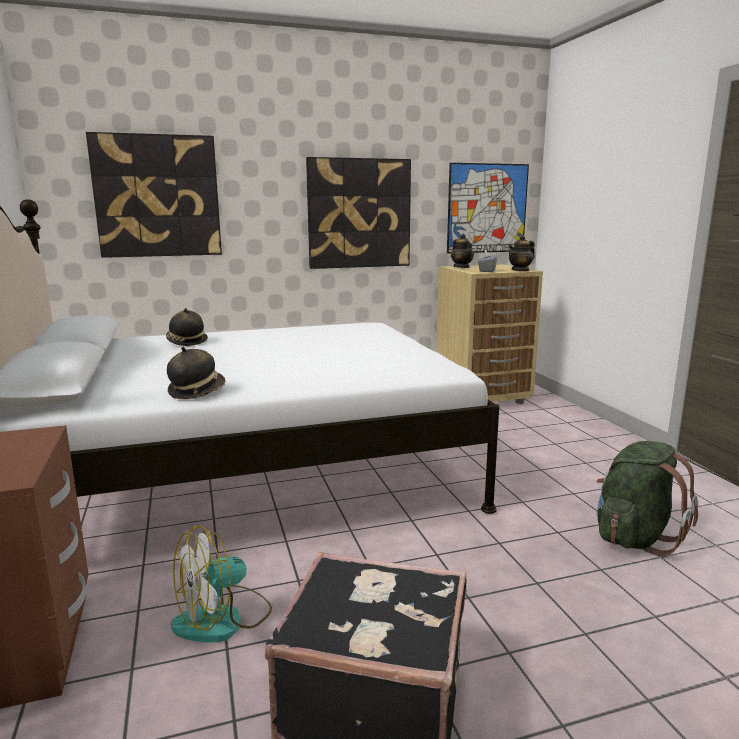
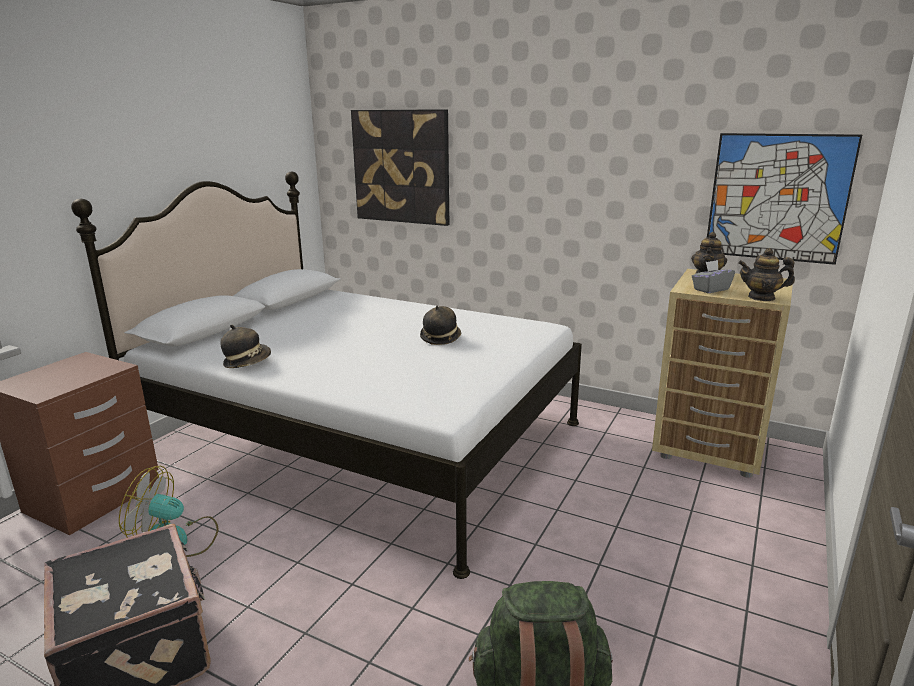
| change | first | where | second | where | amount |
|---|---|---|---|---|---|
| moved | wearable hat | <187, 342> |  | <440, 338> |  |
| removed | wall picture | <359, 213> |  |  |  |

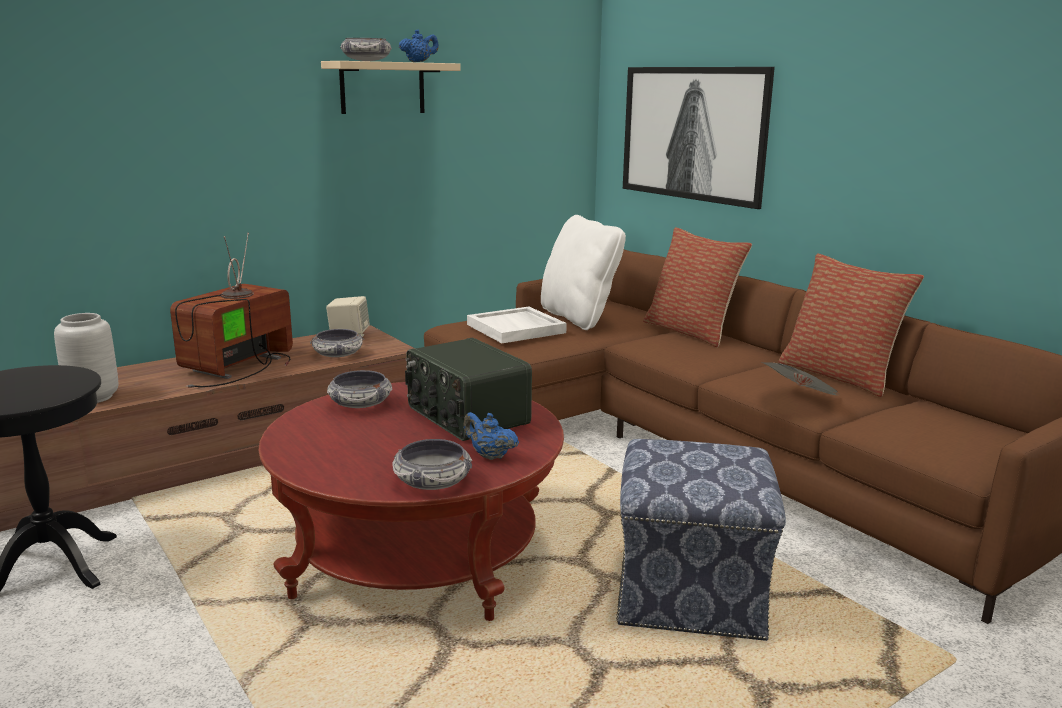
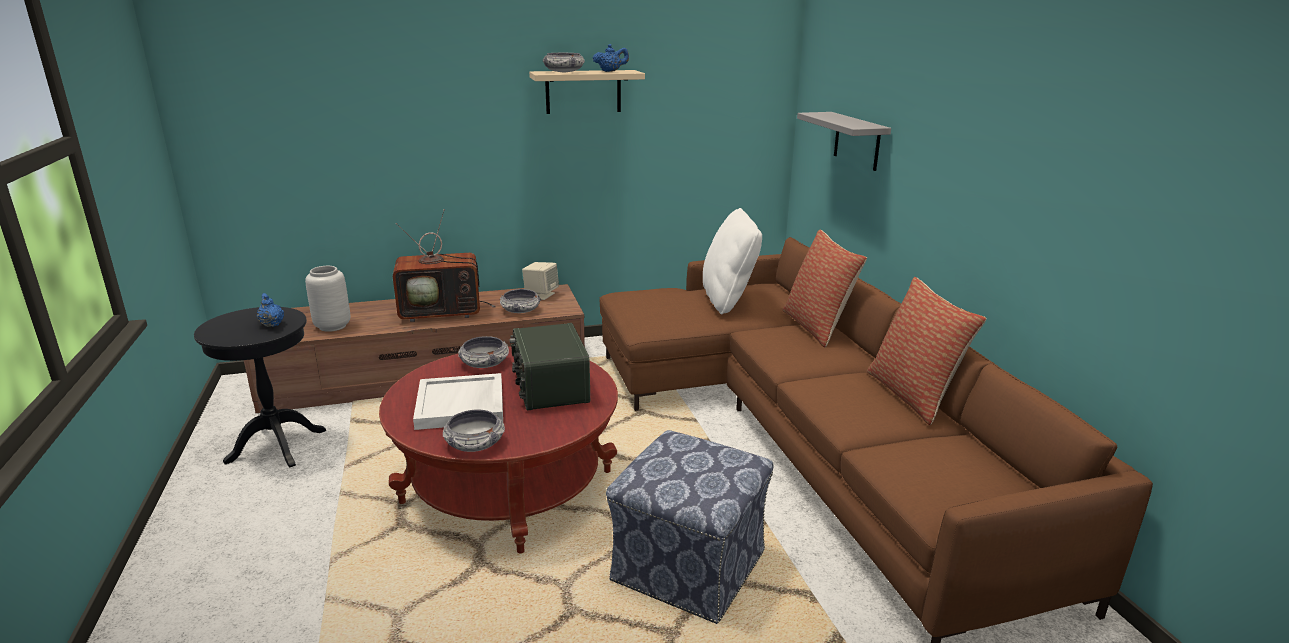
| change | first | where | second | where | amount |
|---|---|---|---|---|---|
| moved | blue-coloured pot for tea | <489, 456> |  | <272, 324> |  |
| turned | TV | <238, 366> |  | <443, 312> | 150 degrees counterclockwise |
| moved | whitish carrying tray | <517, 329> |  | <461, 405> |  |
| replaced | wall picture | <694, 133> | grey shelf | <857, 141> |  |
| removed | daily paper | <801, 400> |  |  |  |

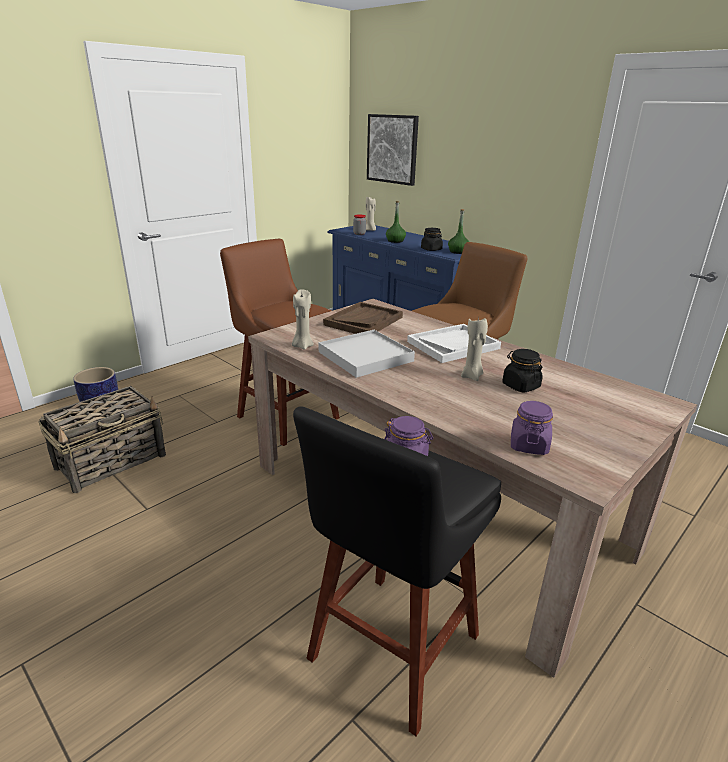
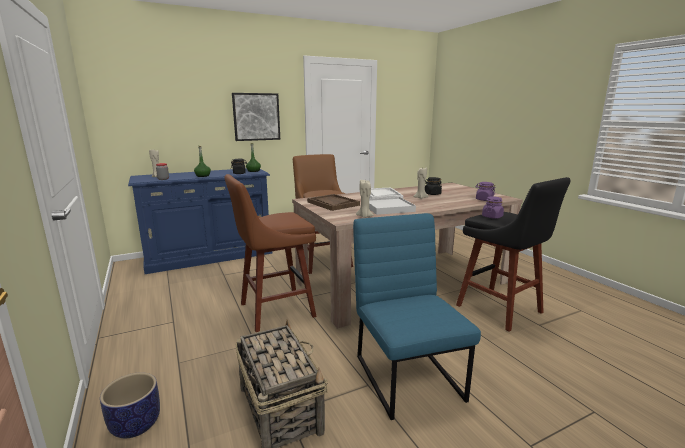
| change | first | where | second | where | amount |
|---|---|---|---|---|---|
| moved | wall picture | <392, 149> |  | <256, 117> |  |
| added |  |  | blue-coloured chair | <407, 374> |  |

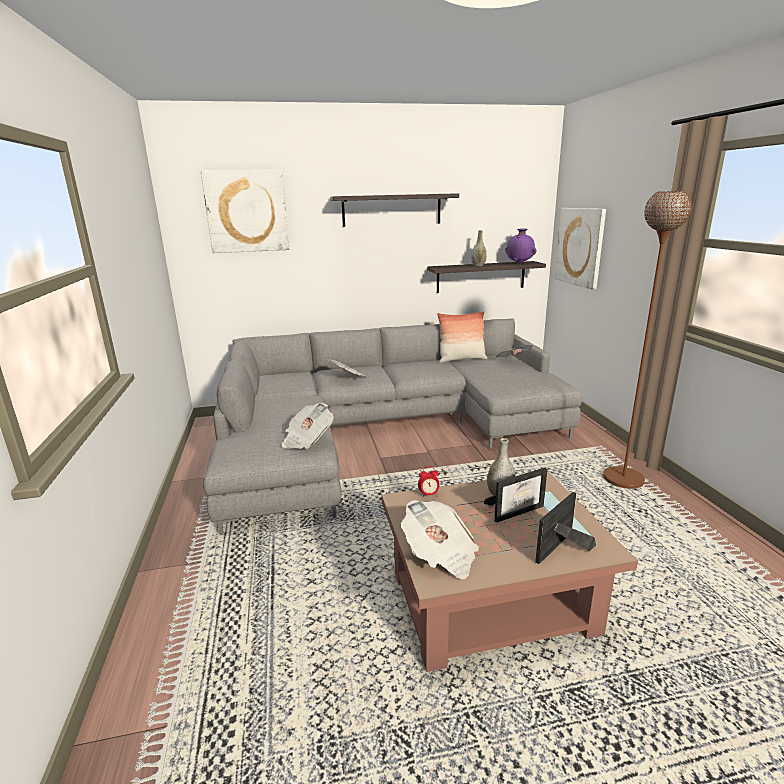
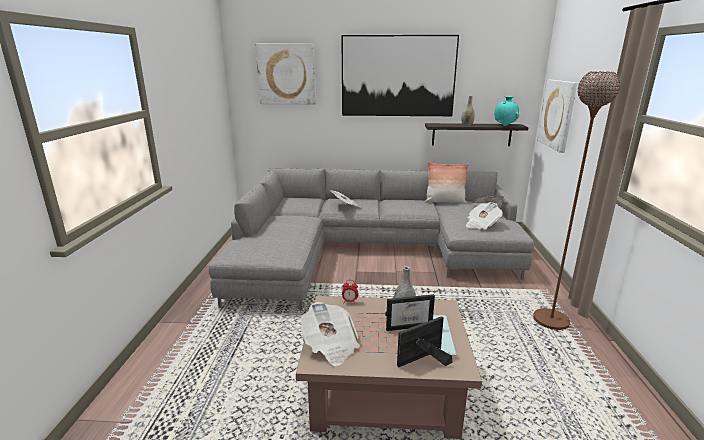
| change | first | where | second | where | amount |
|---|---|---|---|---|---|
| replaced | shelf | <391, 210> | wall picture | <398, 76> |  |
| moved | daily paper | <307, 439> |  | <481, 225> |  |
| recoloured | purple decorative vase | <519, 263> | blue-green decorative vase | <505, 125> |  |

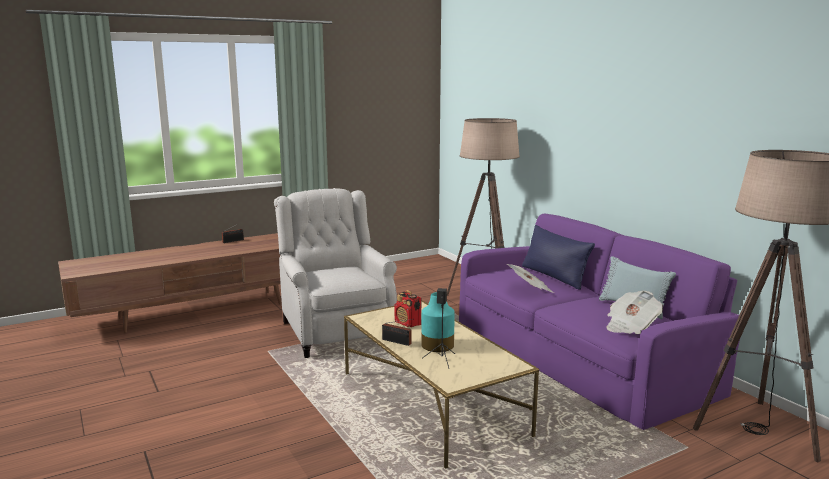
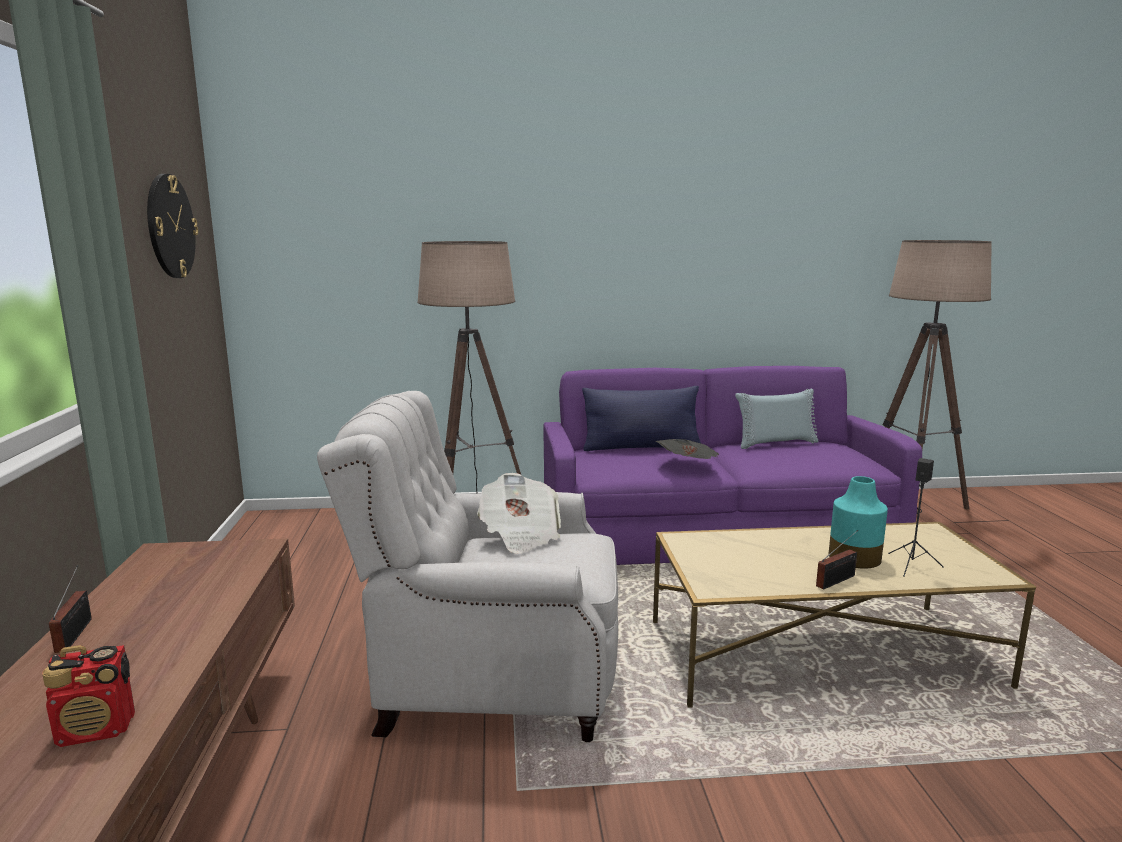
| change | first | where | second | where | amount |
|---|---|---|---|---|---|
| moved | radio set | <408, 323> |  | <97, 730> |  |
| added |  |  | clock on the wall | <170, 226> |  |
| moved | daily paper | <630, 326> |  | <520, 535> |  |

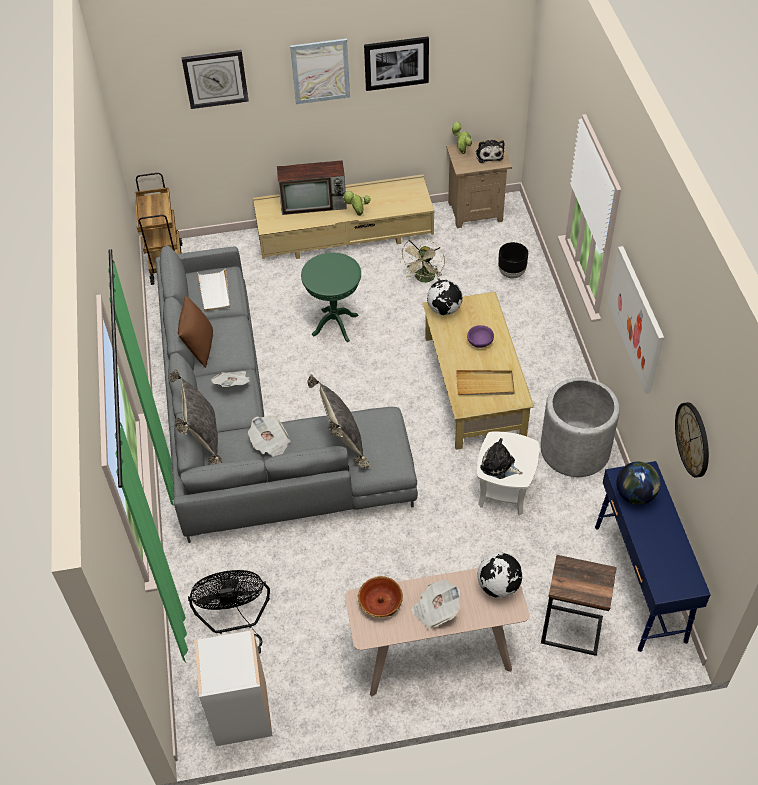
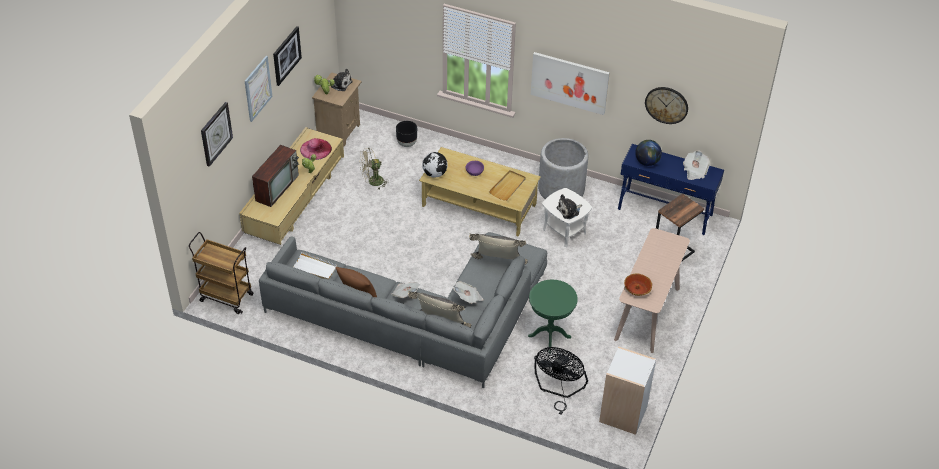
| change | first | where | second | where | amount |
|---|---|---|---|---|---|
| added |  |  | pink-coloured wearable hat | <315, 149> |  |
| turned | beige-coloured fan | <424, 279> |  | <372, 182> | 105 degrees clockwise |
| moved | green-coloured side table | <335, 325> |  | <549, 337> |  |
| turned | black fan | <236, 619> |  | <558, 389> | 90 degrees clockwise |
| moved | daily paper | <435, 610> |  | <694, 171> |  |
| removed | world globe | <498, 586> |  |  |  |

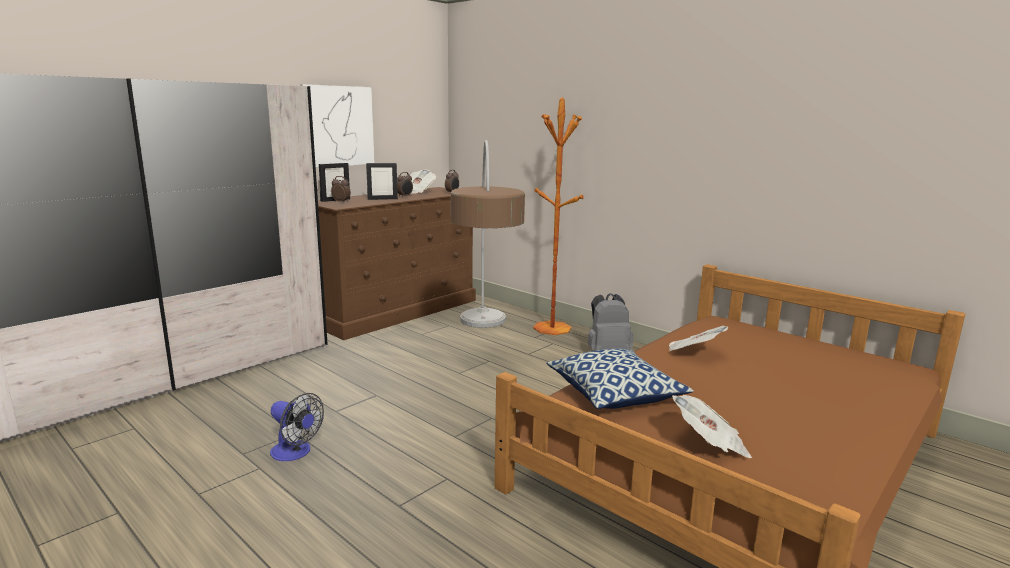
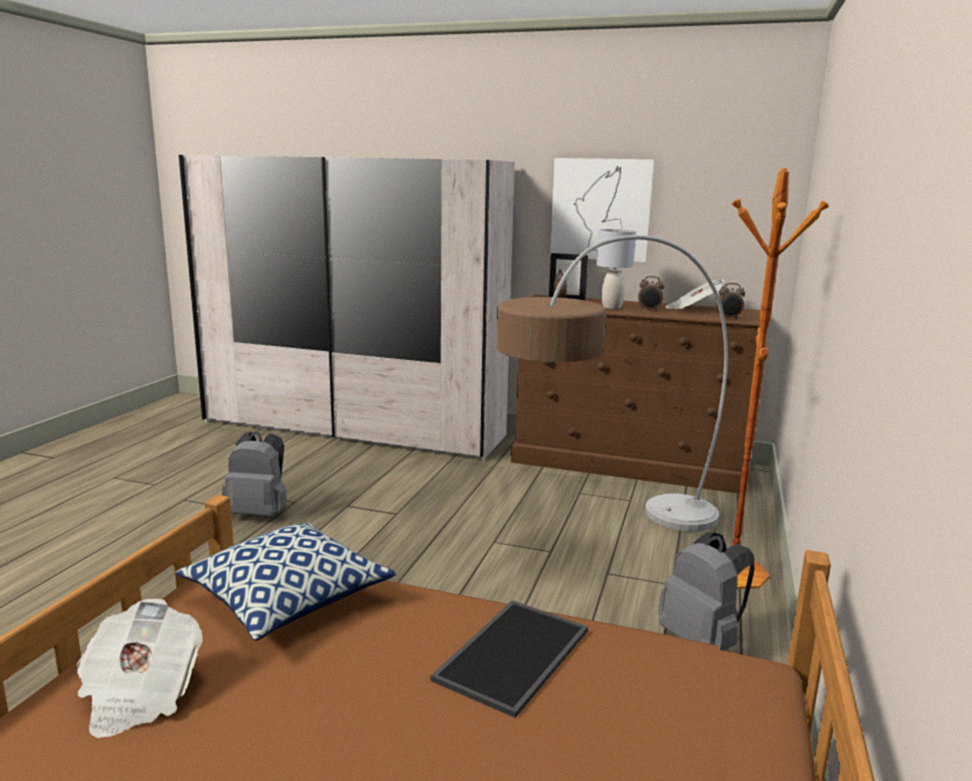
| change | first | where | second | where | amount |
|---|---|---|---|---|---|
| replaced | fan | <295, 453> | grey backpack | <259, 513> |  |
| replaced | daily paper | <693, 352> | carrying tray | <512, 652> |  |
| replaced | standing frame | <382, 199> | grey table lamp | <612, 307> |  |

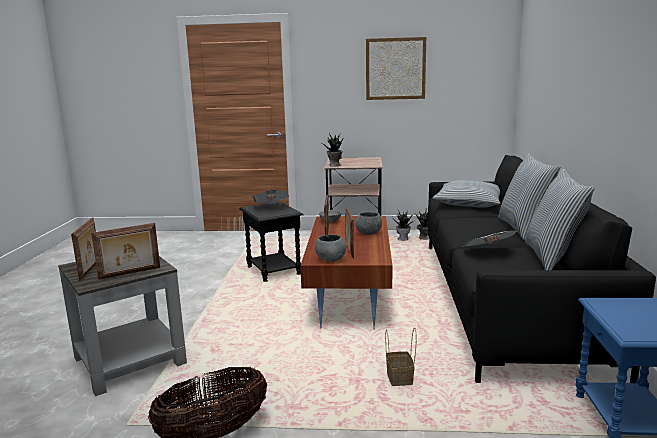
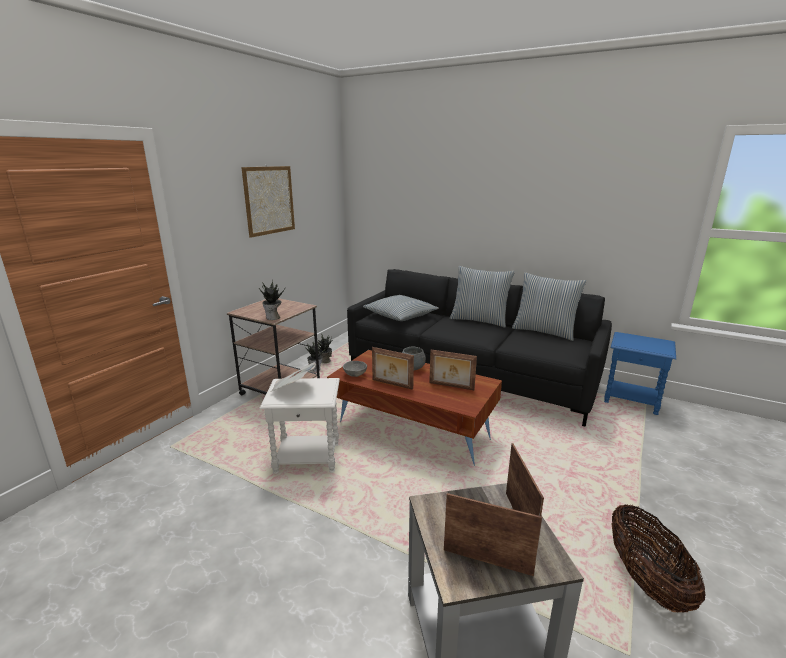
| change | first | where | second | where | amount |
|---|---|---|---|---|---|
| recoloured | black side table | <274, 270> | whitish side table | <307, 457> |  |
| removed | grey serving bowl | <330, 259> |  |  |  |
| removed | household basket | <400, 379> |  |  |  |
| removed | daily paper | <487, 252> |  |  |  |

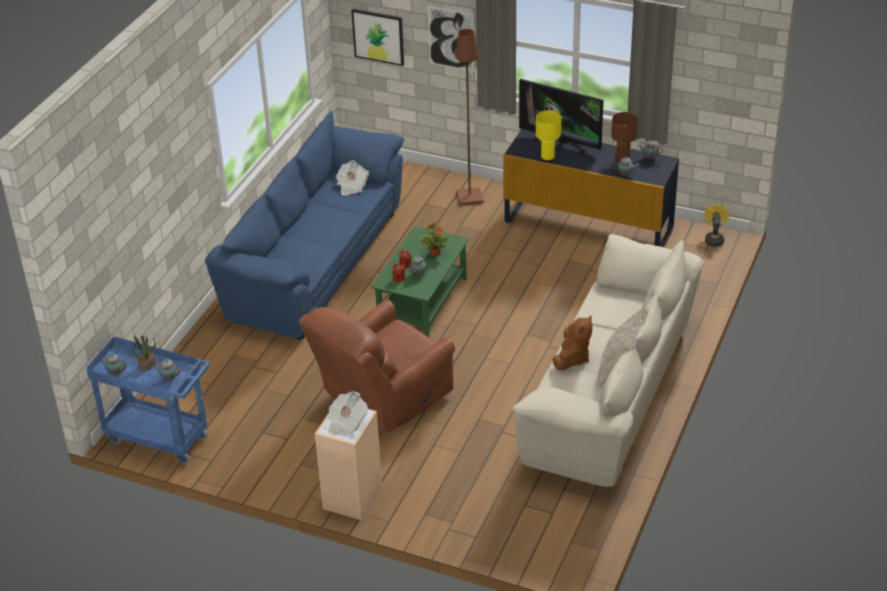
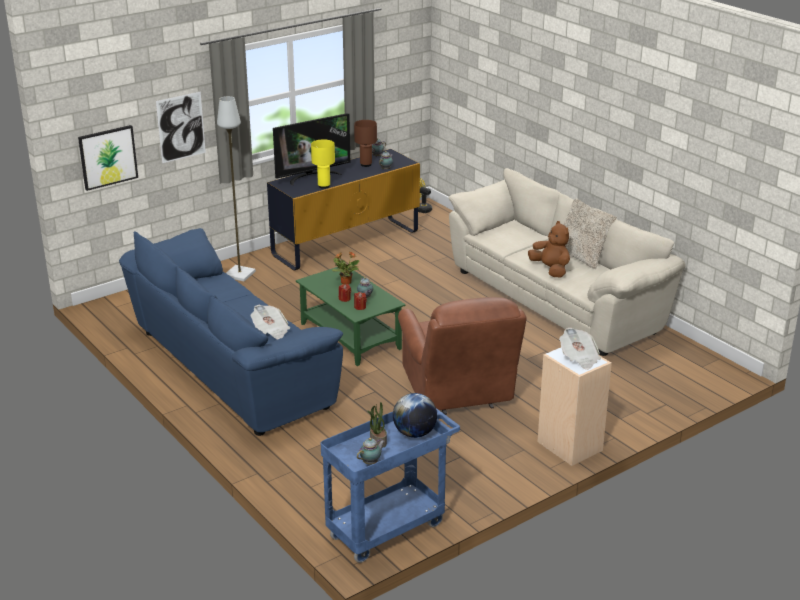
| change | first | where | second | where | amount |
|---|---|---|---|---|---|
| recoloured | brownish floor lamp | <470, 197> | grey floor lamp | <239, 274> |  |
| moved | daily paper | <352, 186> |  | <271, 331> |  |
| replaced | pot for tea | <170, 379> | world globe | <414, 433> |  |

